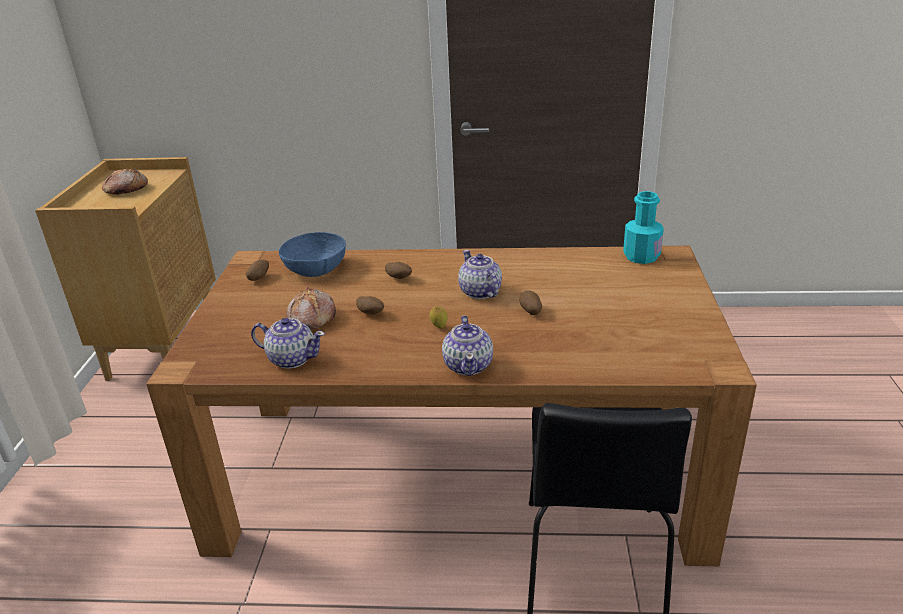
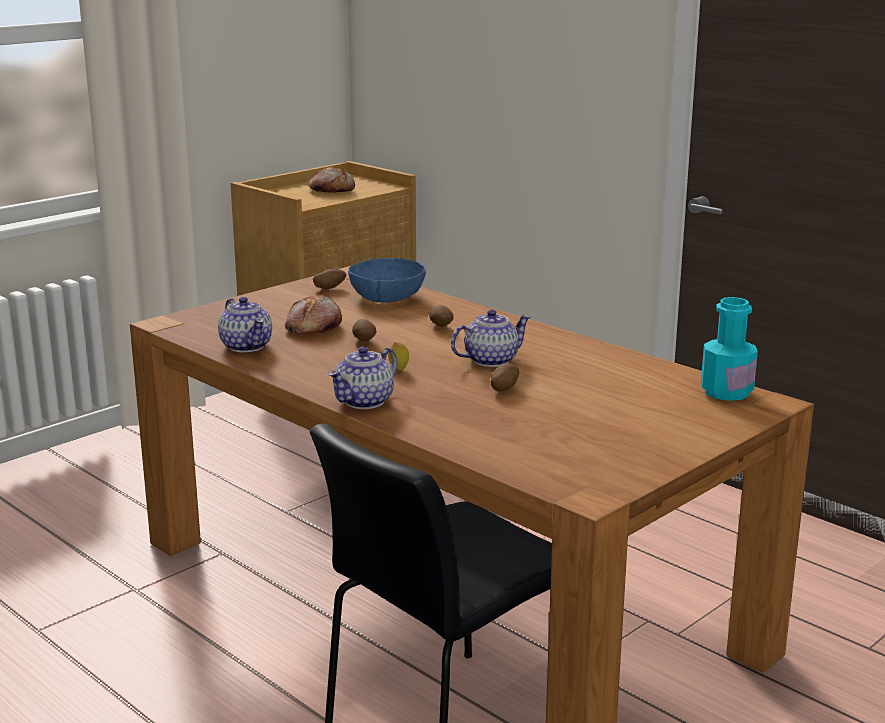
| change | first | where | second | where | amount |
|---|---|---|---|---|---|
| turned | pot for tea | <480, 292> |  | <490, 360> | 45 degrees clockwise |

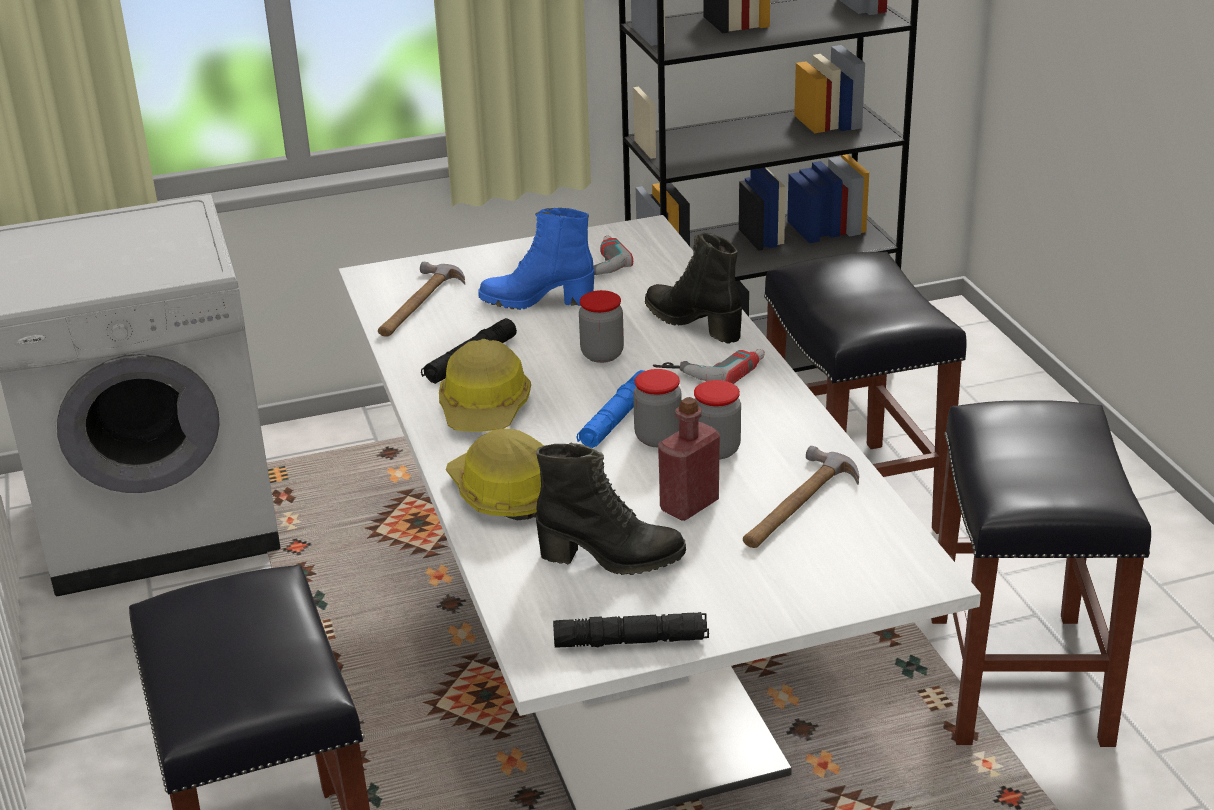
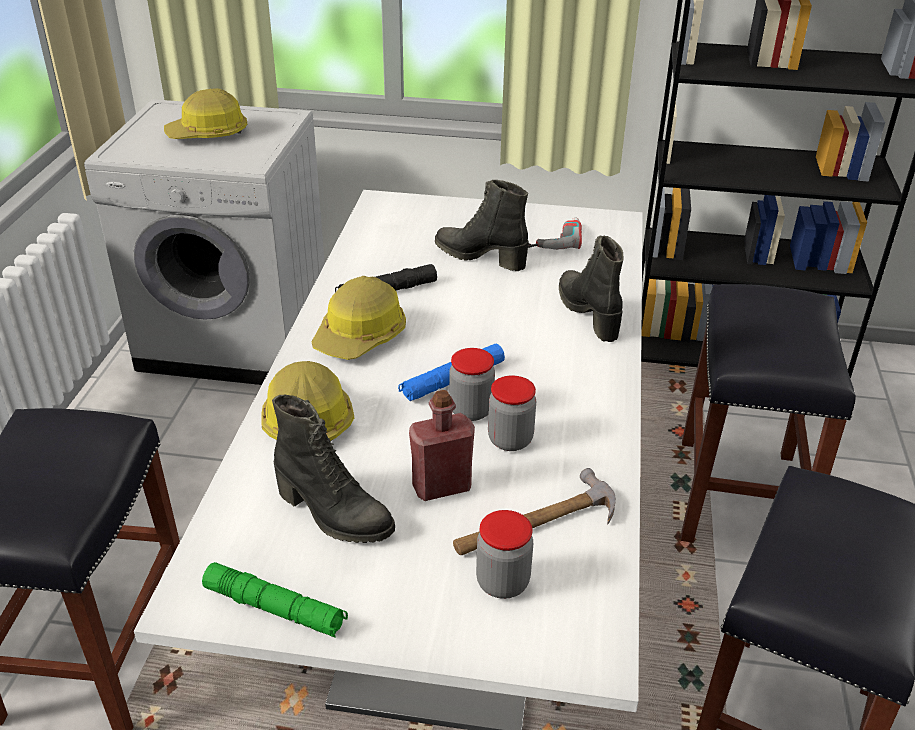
| change | first | where | second | where | amount |
|---|---|---|---|---|---|
| added |  |  | hard hat | <208, 134> |  |
| recoloured | black torch | <631, 641> | green-coloured torch | <275, 608> |  |
| recoloured | blue-coloured high-top boot | <537, 301> | black high-top boot | <481, 257> |  |
| moved | storage jar | <602, 354> |  | <502, 582> |  |
| removed | hand hammer | <418, 304> |  |  |  |
| removed | drill | <711, 367> |  |  |  |

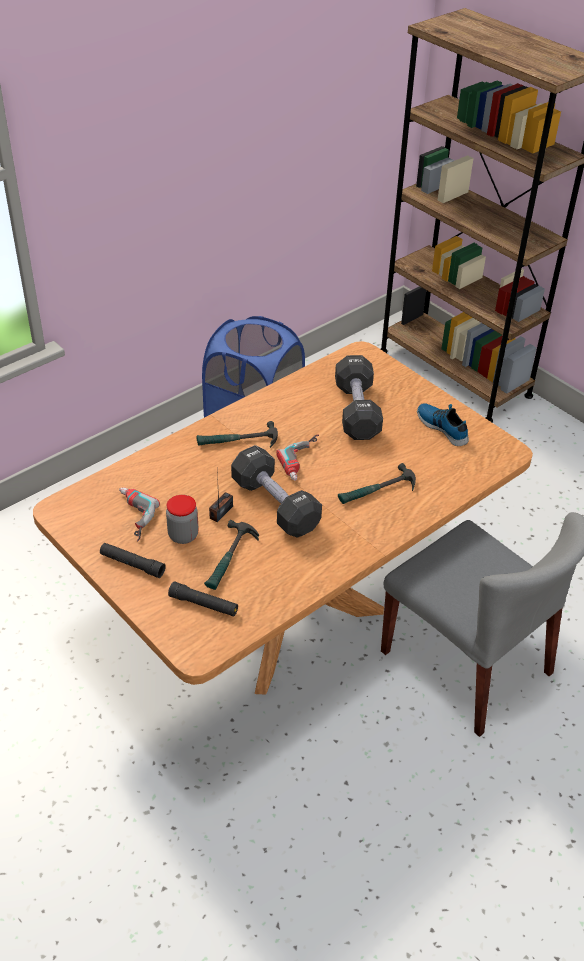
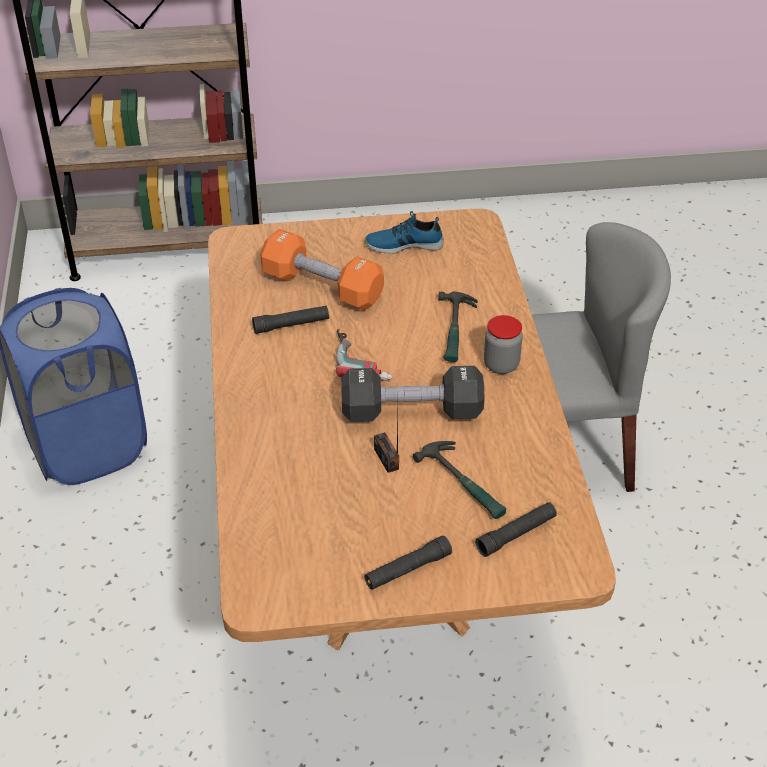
| change | first | where | second | where | amount |
|---|---|---|---|---|---|
| added |  |  | black torch | <291, 325> |  |
| recoloured | black dumbbell | <357, 411> | orange-coloured dumbbell | <322, 287> |  |
| moved | storage jar | <183, 535> |  | <501, 365> |  |
| removed | drill | <130, 517> |  |  |  |
| removed | hand hammer | <237, 441> |  |  |  |

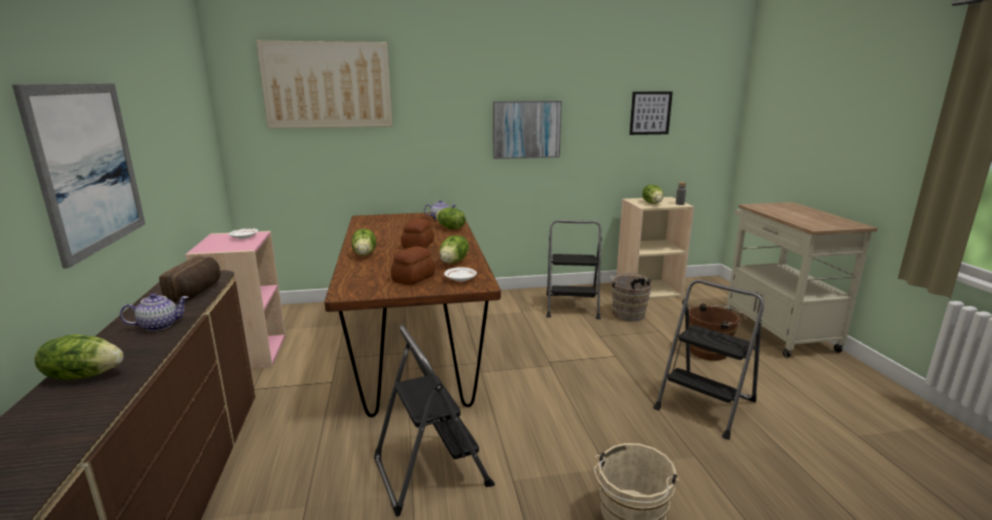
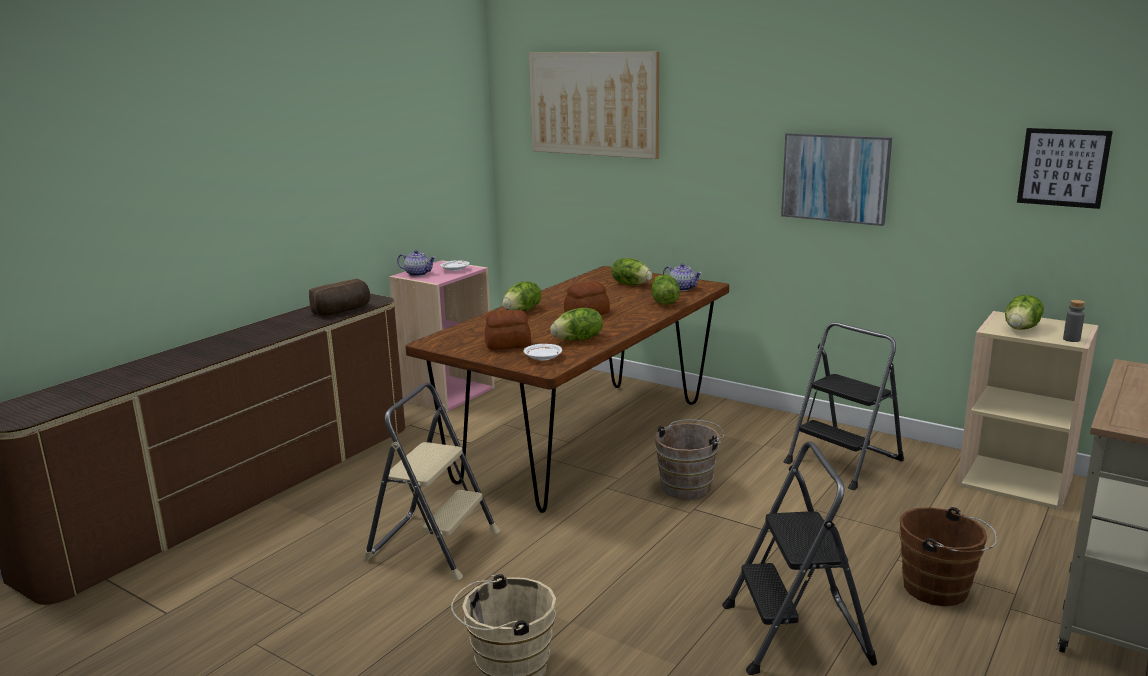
| change | first | where | second | where | amount |
|---|---|---|---|---|---|
| recoloured | black step ladder | <426, 472> | beige-coloured step ladder | <429, 544> |  |
| moved | pot for tea | <159, 325> |  | <418, 274> |  |
| moved | lettuce | <84, 375> |  | <631, 284> |  |
| moved | brownish water bucket | <627, 313> |  | <688, 486> |  |
| removed | wall picture | <88, 167> |  |  |  |

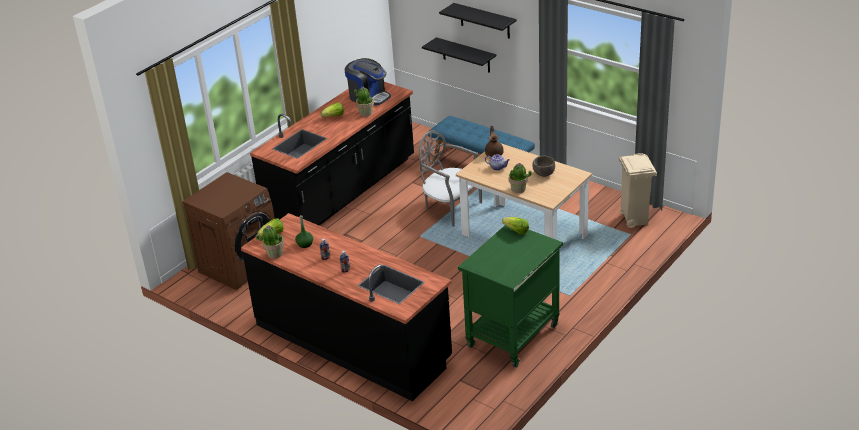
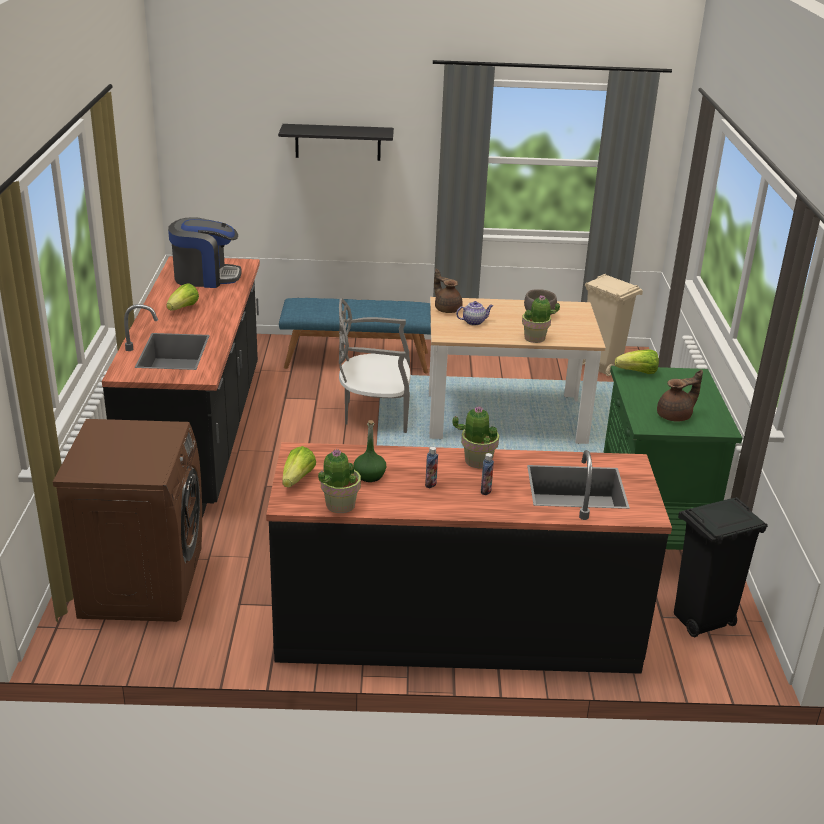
| change | first | where | second | where | amount |
|---|---|---|---|---|---|
| moved | potted plant | <366, 113> |  | <477, 461> |  |
| added |  |  | brownish pot for tea | <675, 416> |  |
| added |  |  | black trash can | <701, 621> |  |
| removed | black shelf | <466, 55> |  |  |  |

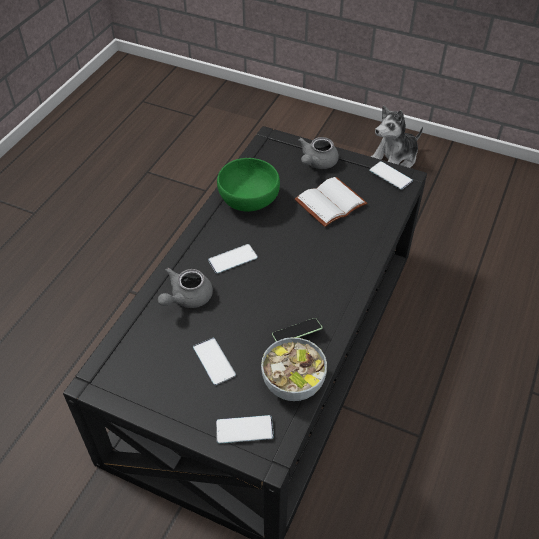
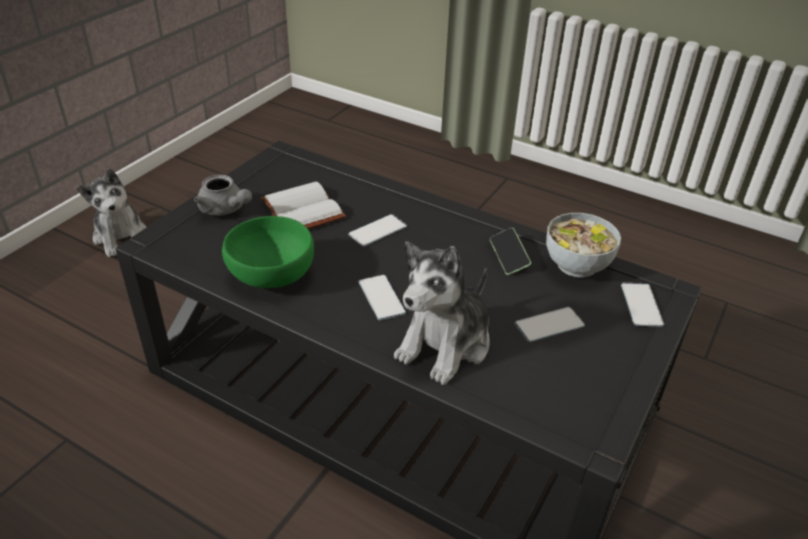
| change | first | where | second | where | amount |
|---|---|---|---|---|---|
| moved | handset | <390, 176> |  | <378, 230> |  |
| replaced | grey pot for tea | <186, 298> | soft toy | <445, 345> |  |

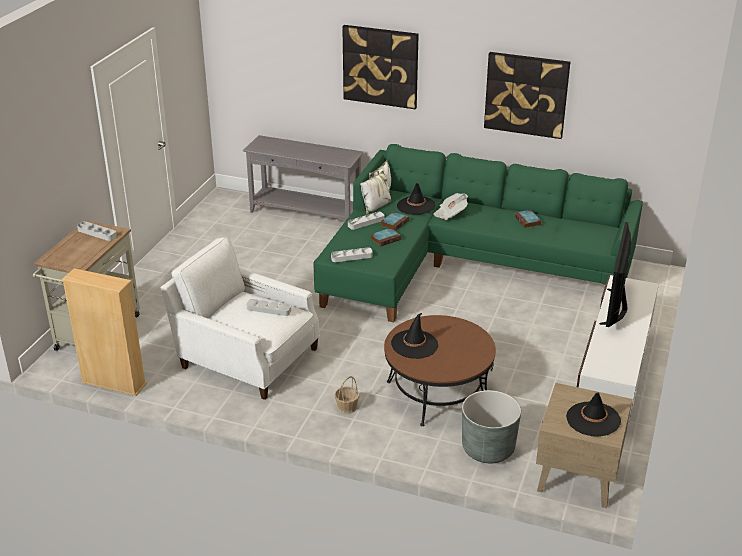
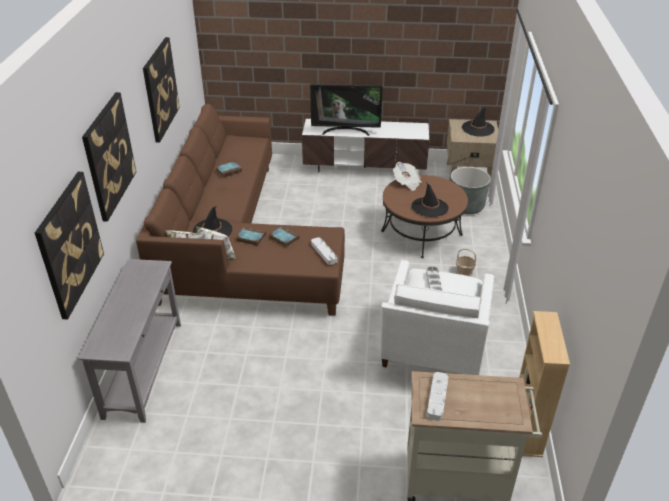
| change | first | where | second | where | amount |
|---|---|---|---|---|---|
| added |  |  | wall picture | <69, 244> |  |
| recoloured | green-coloured couch | <460, 266> | brownish couch | <237, 243> |  |
| moved | daily paper | <450, 214> |  | <407, 183> |  |
| removed | grey carrying tray | <366, 222> |  |  |  |

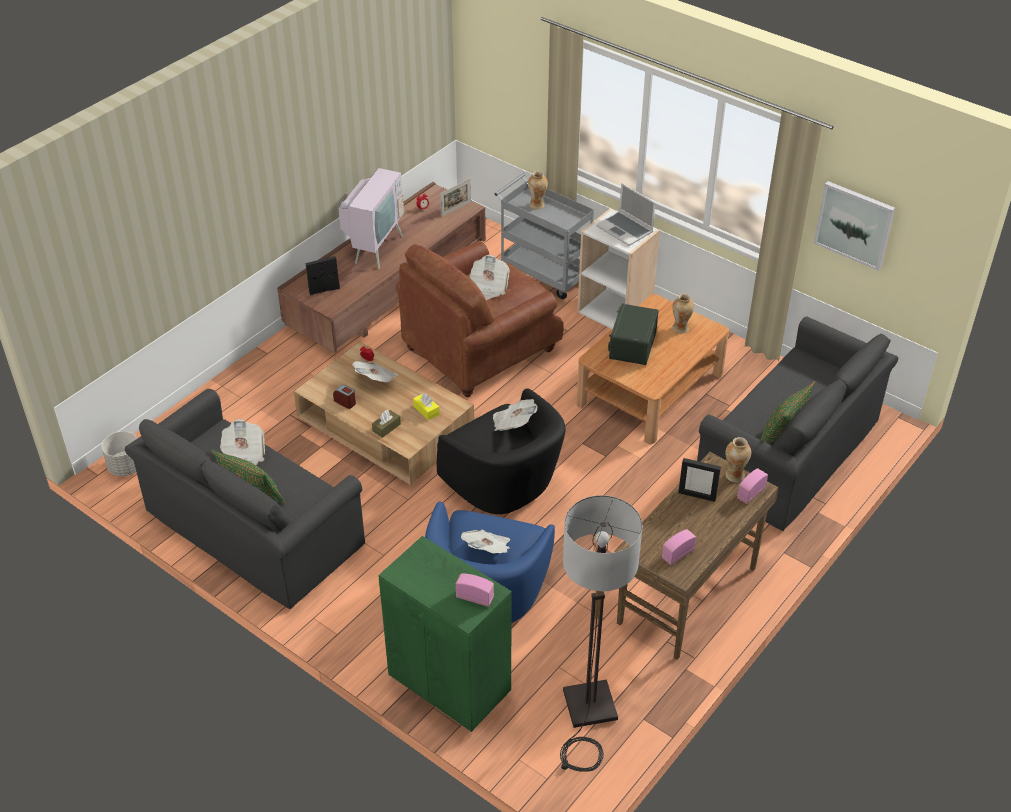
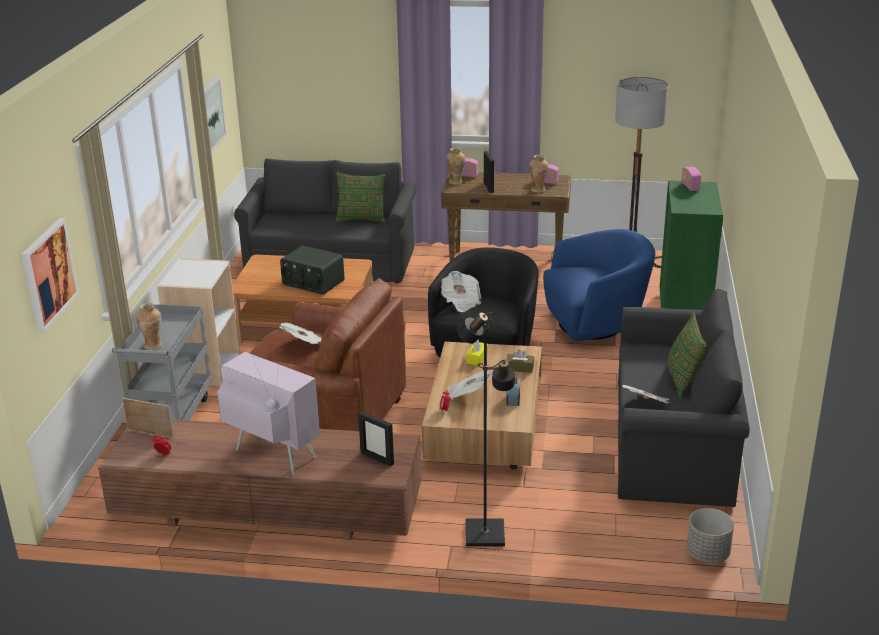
| change | first | where | second | where | amount |
|---|---|---|---|---|---|
| added |  |  | wall picture | <48, 274> |  |
| turned | TV | <374, 248> |  | <270, 457> | 45 degrees clockwise |
| turned | radio set | <631, 345> |  | <312, 283> | 45 degrees clockwise |
| added |  |  | black floor lamp | <485, 534> |  |
| moved | decorative vase | <680, 328> |  | <538, 190> |  |
| removed | daily paper | <488, 550> |  |  |  |
| removed | laptop | <625, 230> |  |  |  |

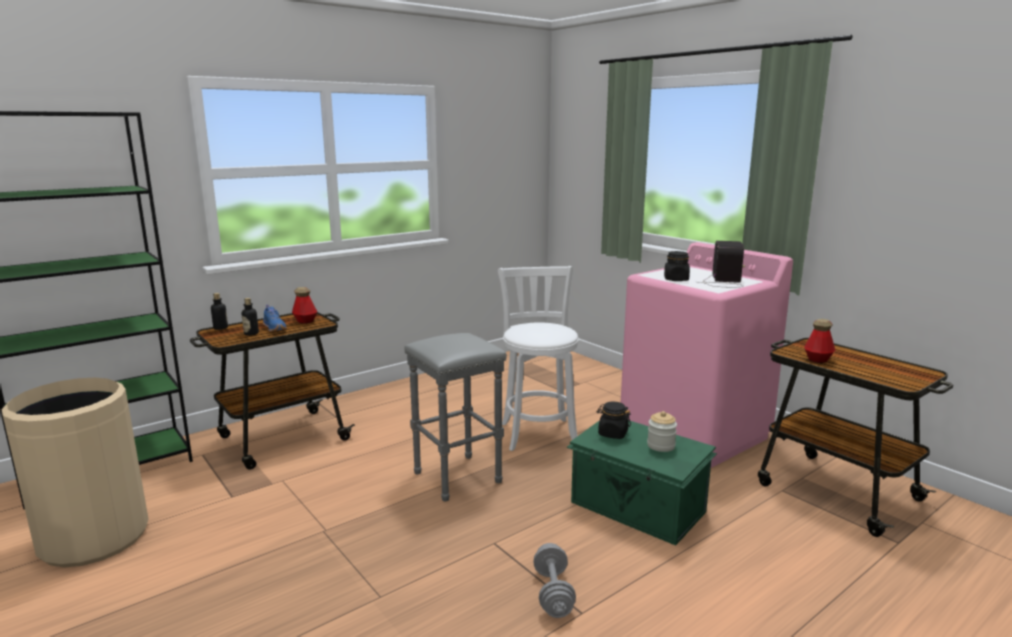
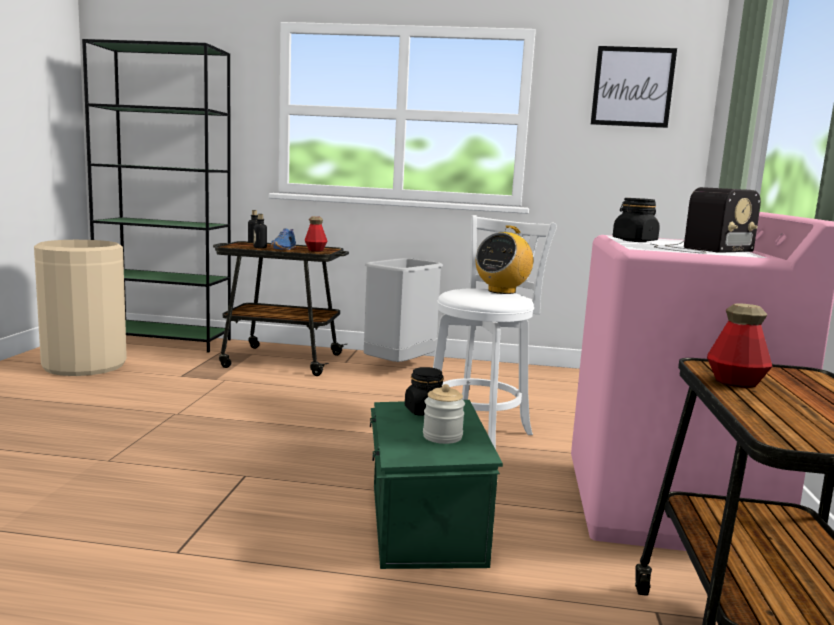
| change | first | where | second | where | amount |
|---|---|---|---|---|---|
| added |  |  | grey trash can | <399, 367> |  |
| added |  |  | radio set | <502, 291> |  |
| added |  |  | wall picture | <632, 87> |  |
| removed | grey stool | <458, 476> |  |  |  |
| removed | grey dumbbell | <553, 593> |  |  |  |

